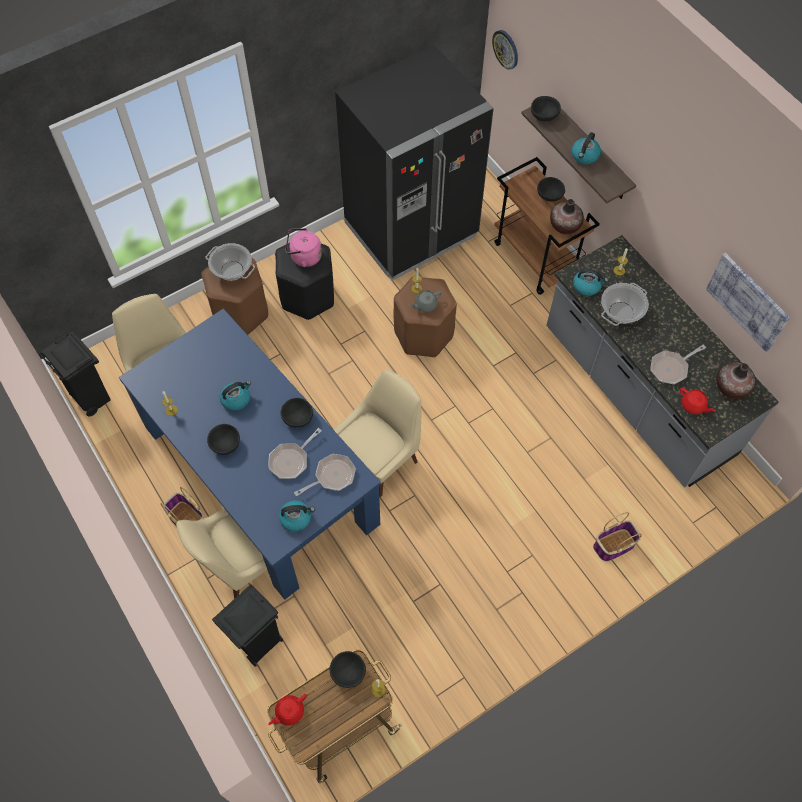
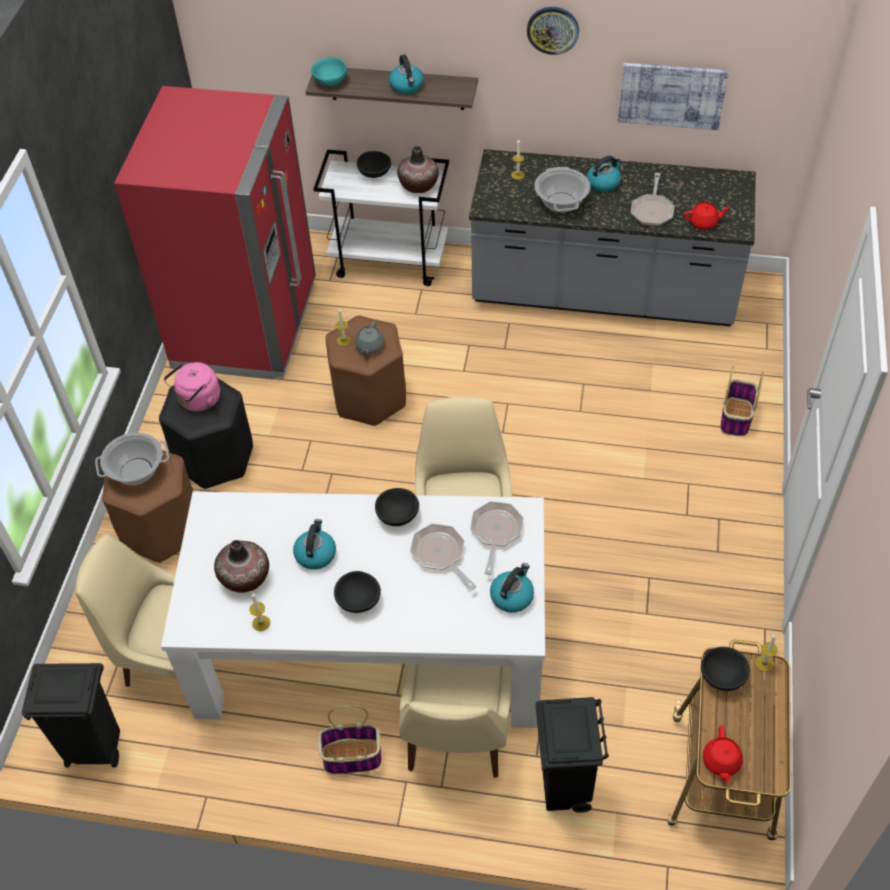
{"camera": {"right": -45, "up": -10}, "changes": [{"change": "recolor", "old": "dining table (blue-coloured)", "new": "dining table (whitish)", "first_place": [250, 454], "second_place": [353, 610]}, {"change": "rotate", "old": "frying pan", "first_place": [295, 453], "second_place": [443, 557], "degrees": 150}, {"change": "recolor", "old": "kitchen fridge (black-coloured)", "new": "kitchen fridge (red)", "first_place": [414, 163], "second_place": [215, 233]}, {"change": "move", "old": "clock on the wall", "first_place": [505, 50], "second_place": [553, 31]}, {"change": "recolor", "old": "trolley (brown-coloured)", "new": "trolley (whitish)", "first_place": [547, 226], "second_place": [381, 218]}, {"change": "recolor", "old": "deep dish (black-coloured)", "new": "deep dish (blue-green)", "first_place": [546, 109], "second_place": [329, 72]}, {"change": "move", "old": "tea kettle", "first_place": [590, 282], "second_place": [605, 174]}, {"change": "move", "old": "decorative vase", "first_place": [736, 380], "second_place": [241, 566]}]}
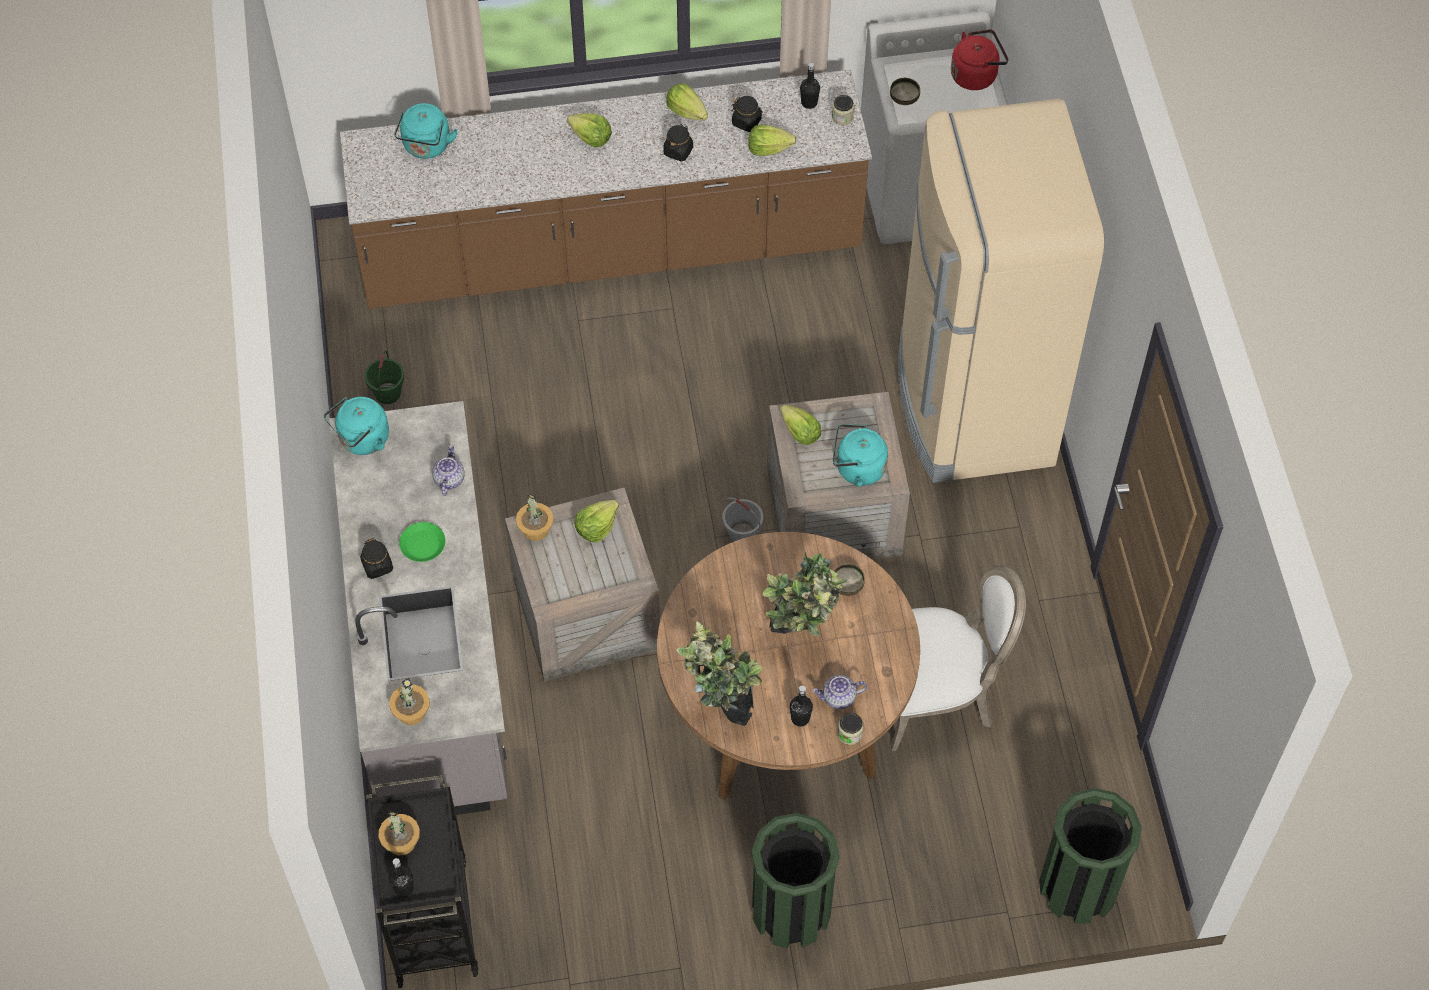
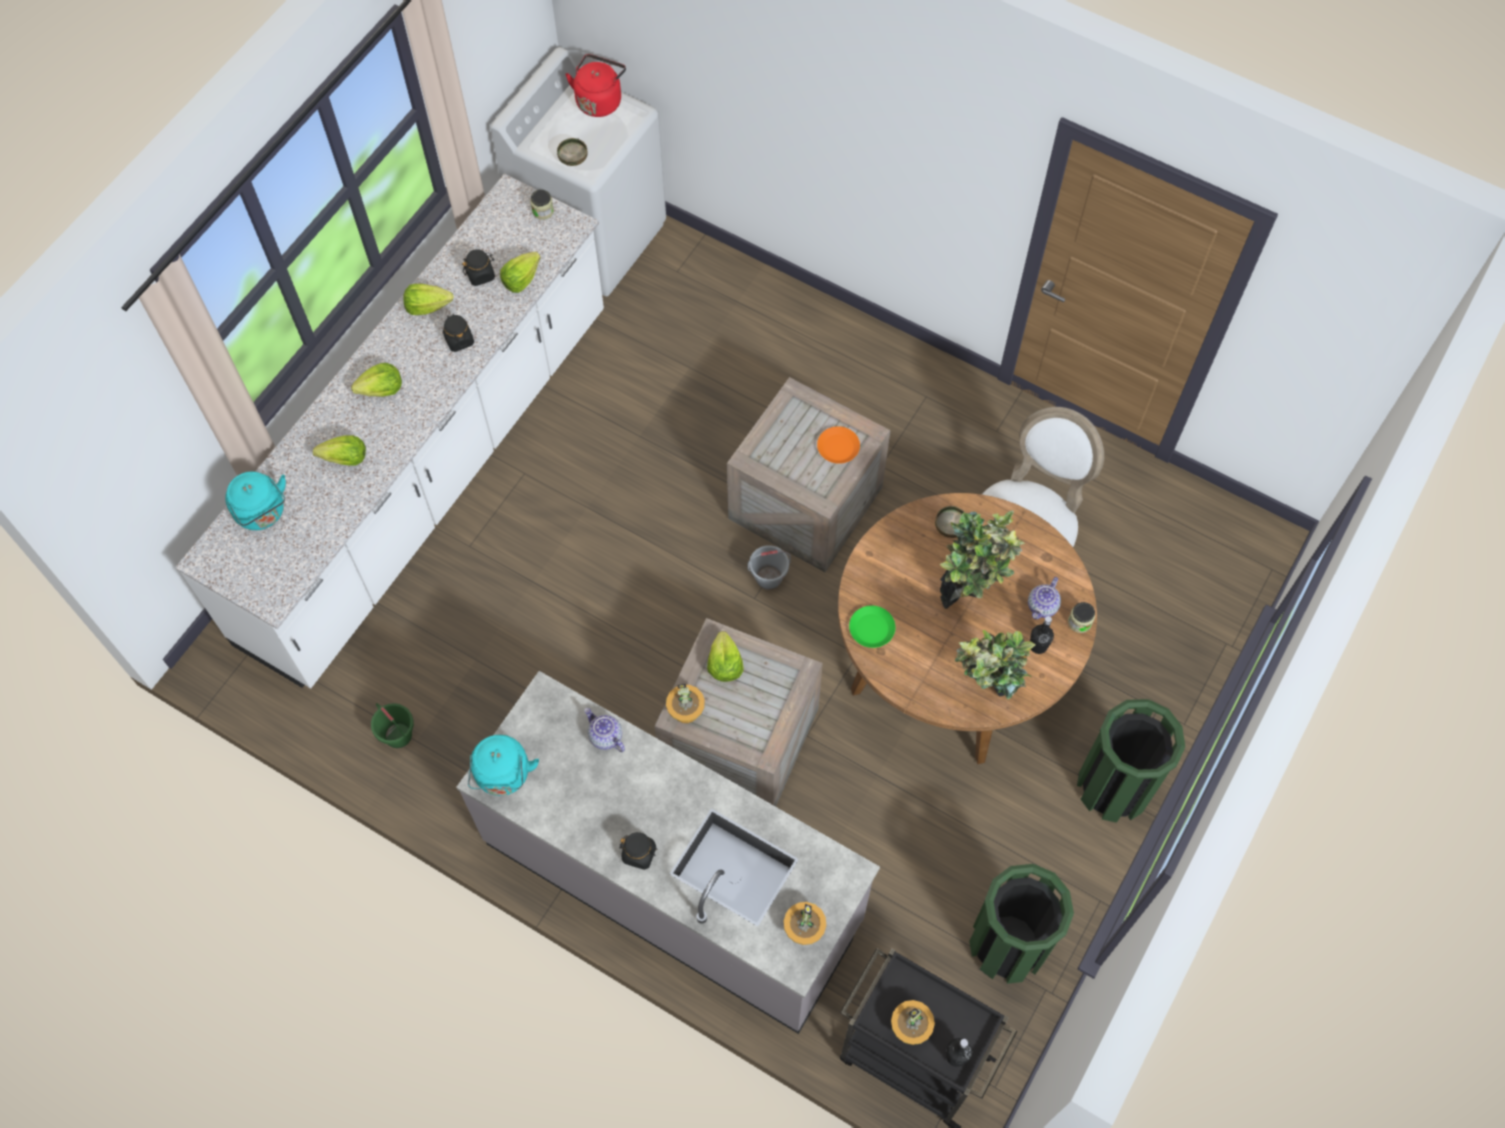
{"camera": {"right": -50, "up": 5}, "changes": [{"change": "recolor", "old": "kitchen base unit (brown-coloured)", "new": "kitchen base unit (whitish)", "first_place": [606, 189], "second_place": [389, 431]}, {"change": "move", "old": "dinner plate (greenish)", "first_place": [422, 542], "second_place": [872, 627]}, {"change": "move", "old": "lettuce head", "first_place": [800, 425], "second_place": [339, 450]}, {"change": "delete", "old": "bottle (black-coloured)", "first_place": [810, 85]}, {"change": "replace", "old": "tea kettle (blue-green)", "new": "dinner plate (orangey)", "first_place": [860, 455], "second_place": [838, 445]}, {"change": "delete", "old": "kitchen fridge (beige-coloured)", "first_place": [1001, 291]}, {"change": "move", "old": "rubbish bin (greenish)", "first_place": [1090, 856], "second_place": [1021, 924]}]}
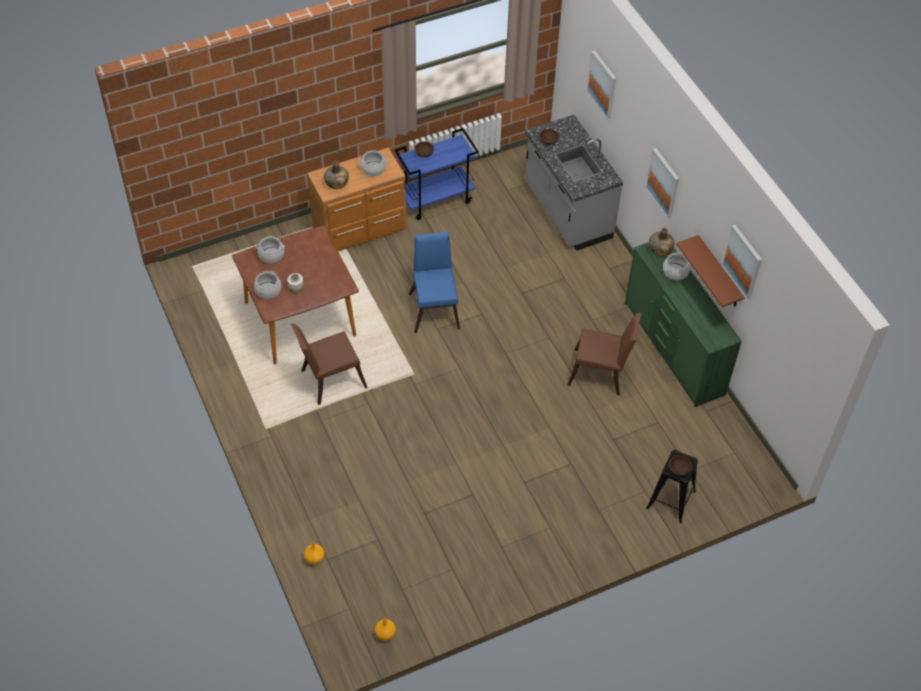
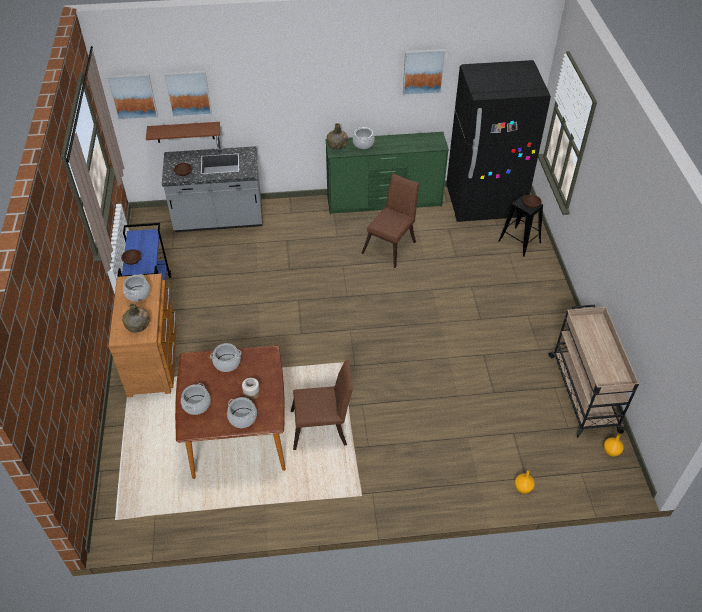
{"camera": {"right": -70, "up": -5}, "changes": [{"change": "rotate", "old": "upright chair (brown-coloured)", "first_place": [329, 364], "second_place": [322, 405], "degrees": -90}, {"change": "delete", "old": "upright chair (blue-coloured)", "first_place": [434, 282]}, {"change": "move", "old": "wall picture", "first_place": [662, 183], "second_place": [132, 97]}, {"change": "move", "old": "shelf (brown-coloured)", "first_place": [710, 271], "second_place": [183, 132]}, {"change": "insert", "new": "stockpot", "second_place": [225, 357]}, {"change": "insert", "new": "kitchen fridge (black-coloured)", "second_place": [498, 141]}, {"change": "insert", "new": "trolley (beige-coloured)", "second_place": [593, 371]}]}
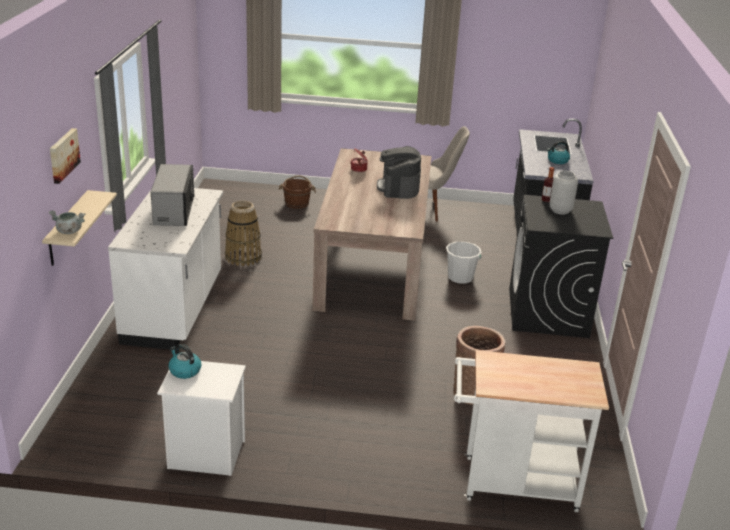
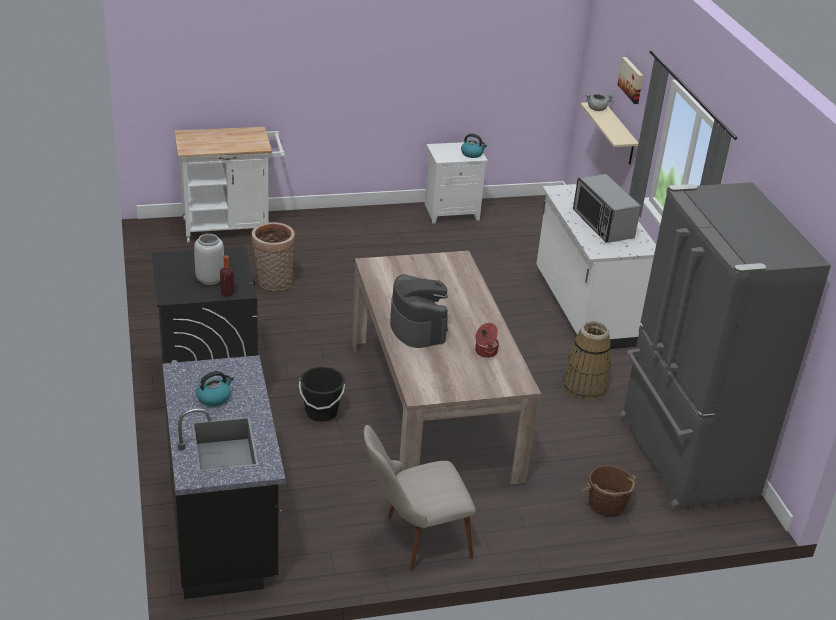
{"camera": {"right": 160, "up": 5}, "changes": [{"change": "recolor", "old": "bucket (whitish)", "new": "bucket (black-coloured)", "first_place": [464, 263], "second_place": [322, 394]}, {"change": "insert", "new": "kitchen fridge (gray)", "second_place": [725, 346]}]}
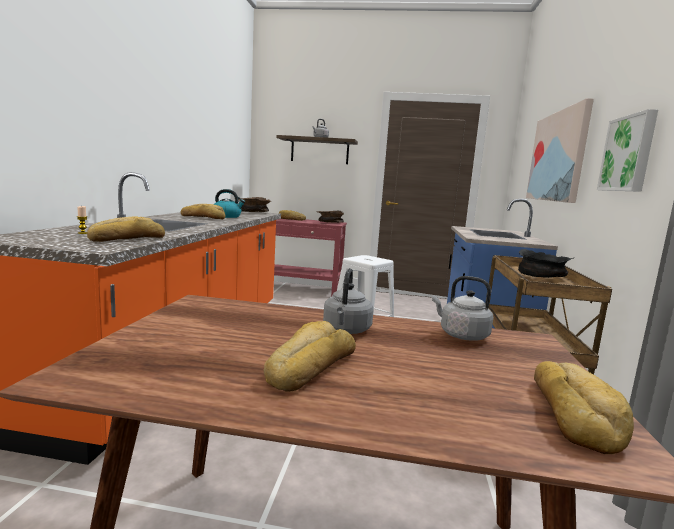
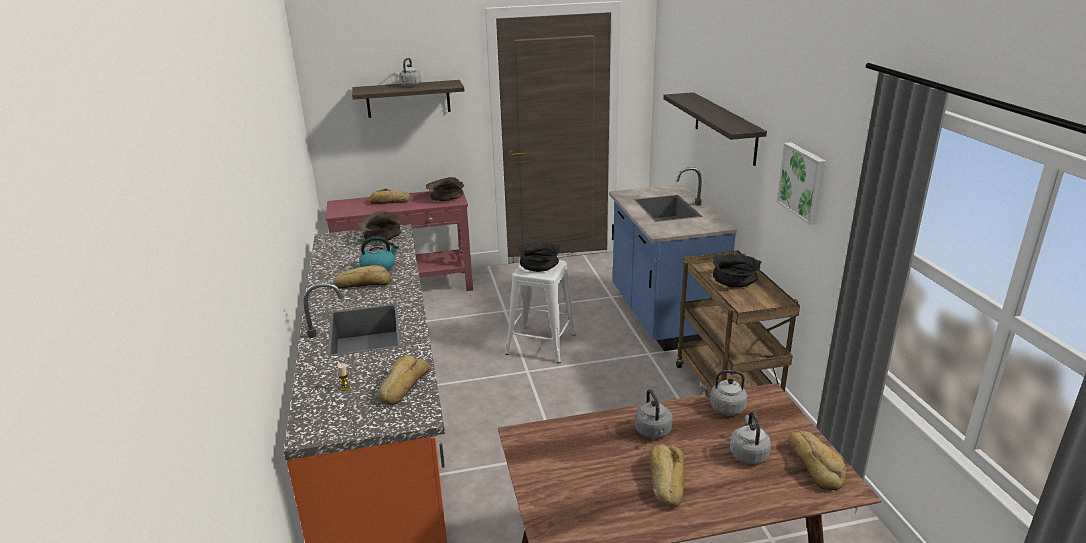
{"camera": {"right": -20, "up": 15}, "changes": [{"change": "replace", "old": "wall picture", "new": "shelf", "first_place": [560, 150], "second_place": [715, 129]}, {"change": "insert", "new": "deep dish (black-coloured)", "second_place": [539, 257]}, {"change": "insert", "new": "tea kettle (gray)", "second_place": [750, 438]}]}
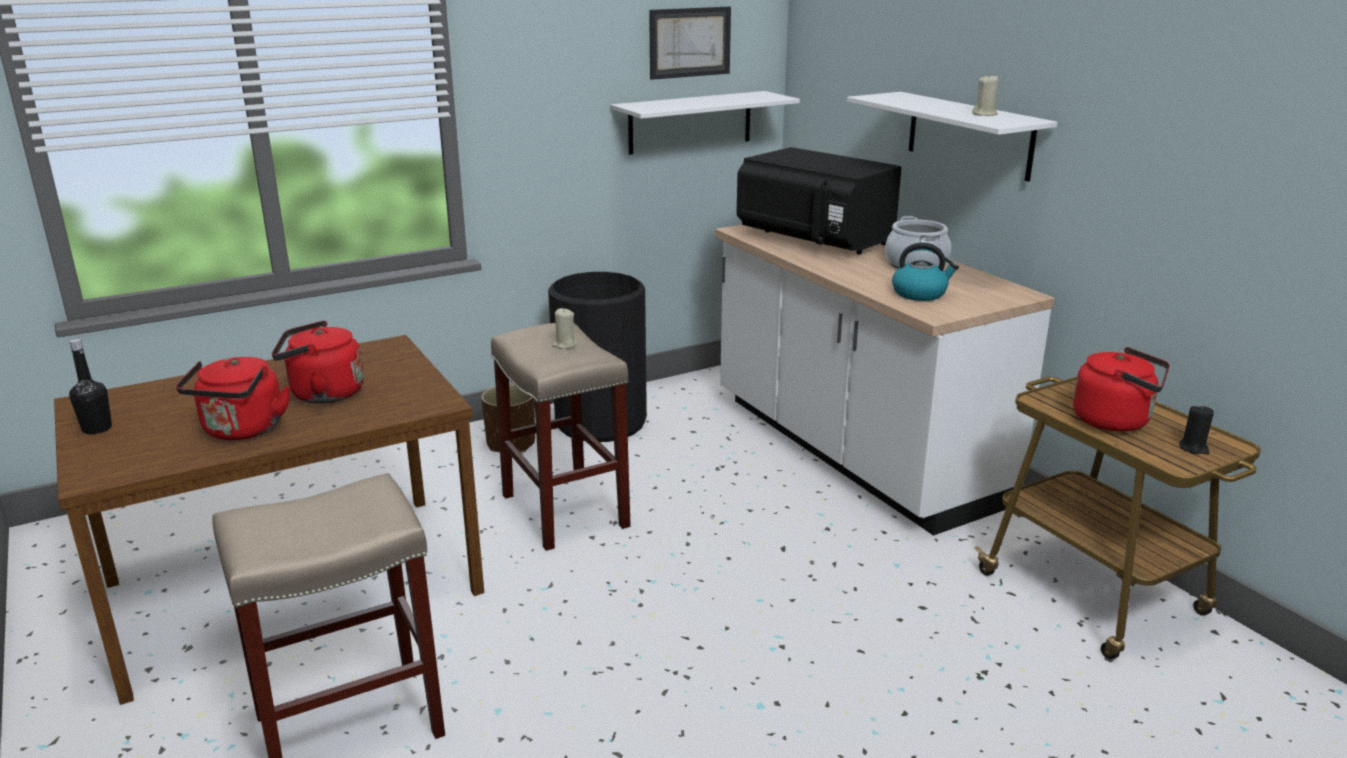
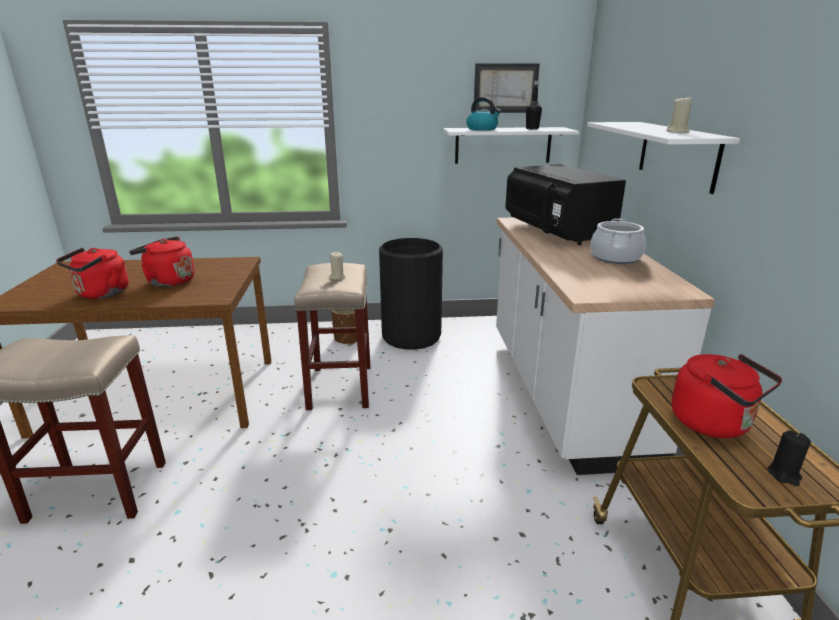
{"camera": {"right": 25, "up": 0}, "changes": [{"change": "move", "old": "bottle (black-coloured)", "first_place": [90, 386], "second_place": [534, 105]}, {"change": "move", "old": "tea kettle", "first_place": [925, 272], "second_place": [483, 114]}]}
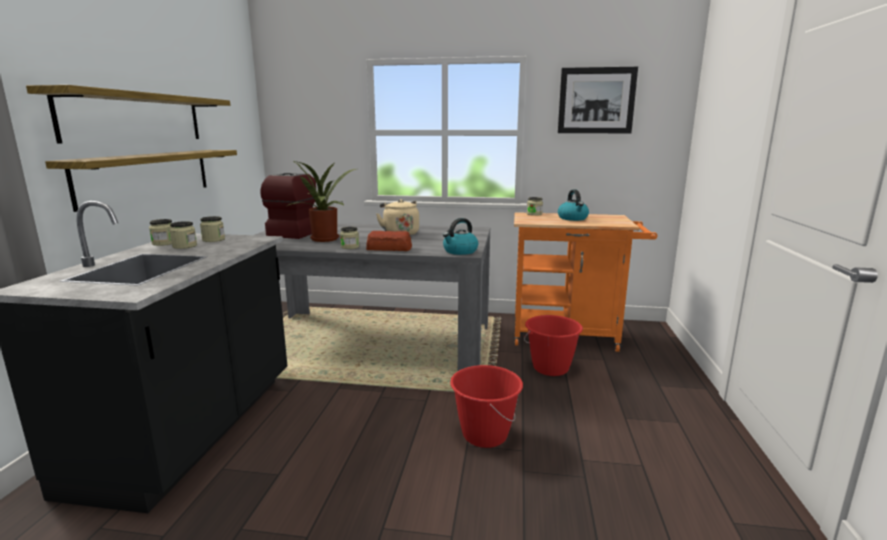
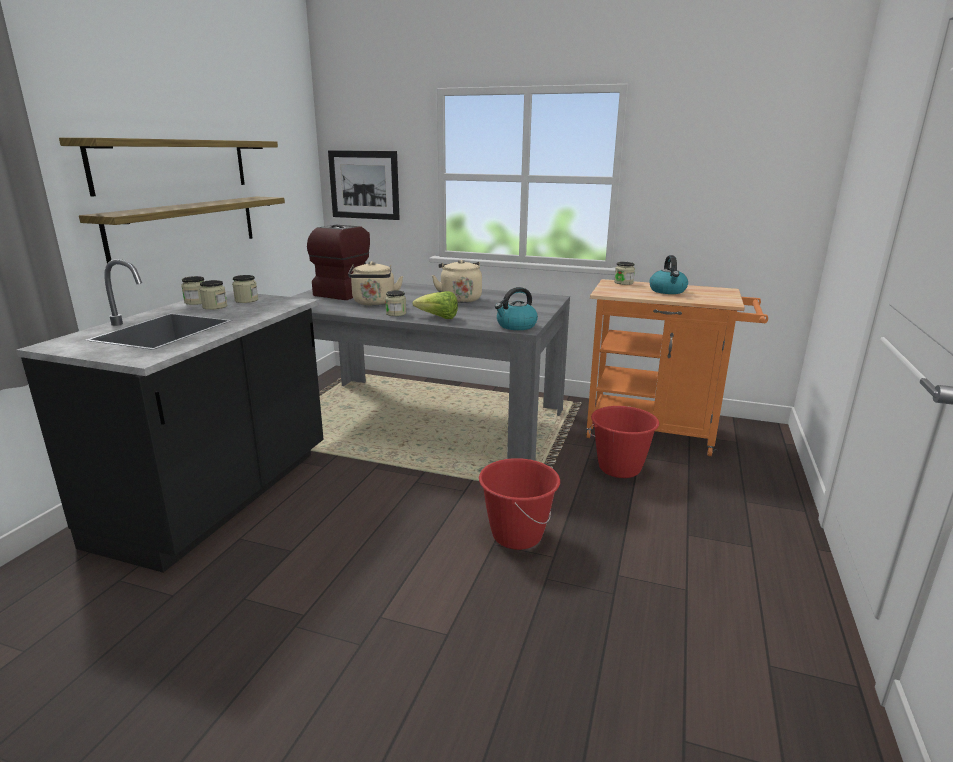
{"camera": {"right": 10, "up": 5}, "changes": [{"change": "replace", "old": "potted plant", "new": "tea kettle (beige-coloured)", "first_place": [321, 201], "second_place": [375, 283]}, {"change": "replace", "old": "bakery bread", "new": "lettuce head", "first_place": [389, 241], "second_place": [435, 305]}, {"change": "move", "old": "wall picture", "first_place": [598, 100], "second_place": [364, 185]}]}
